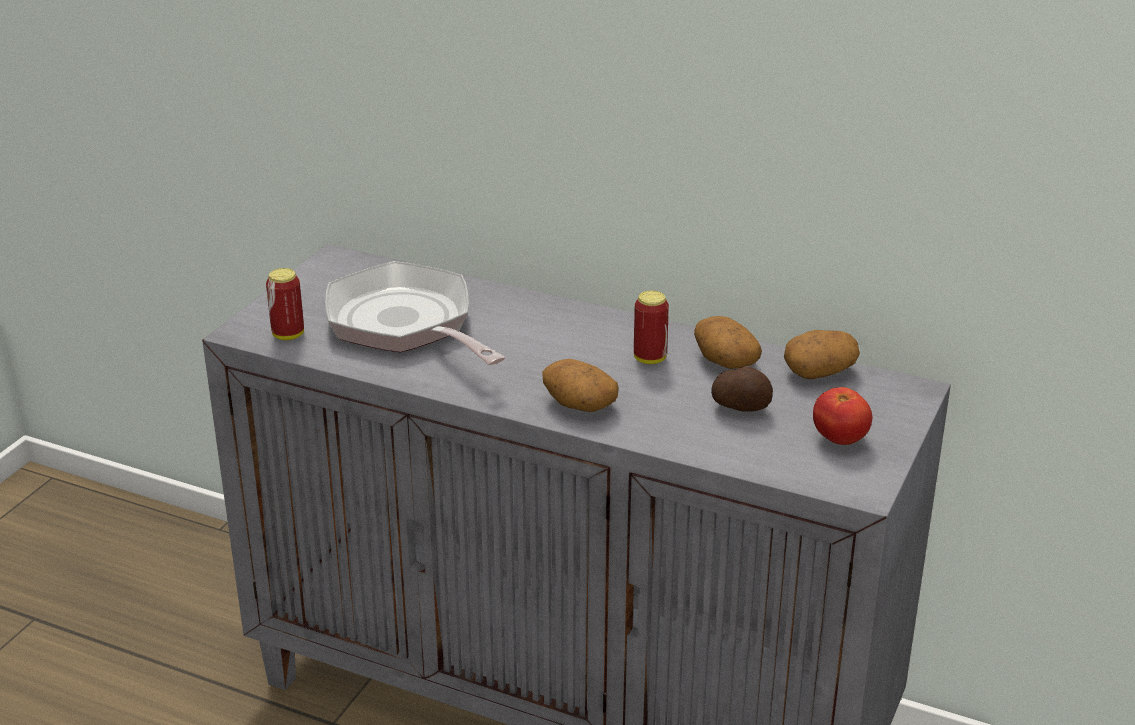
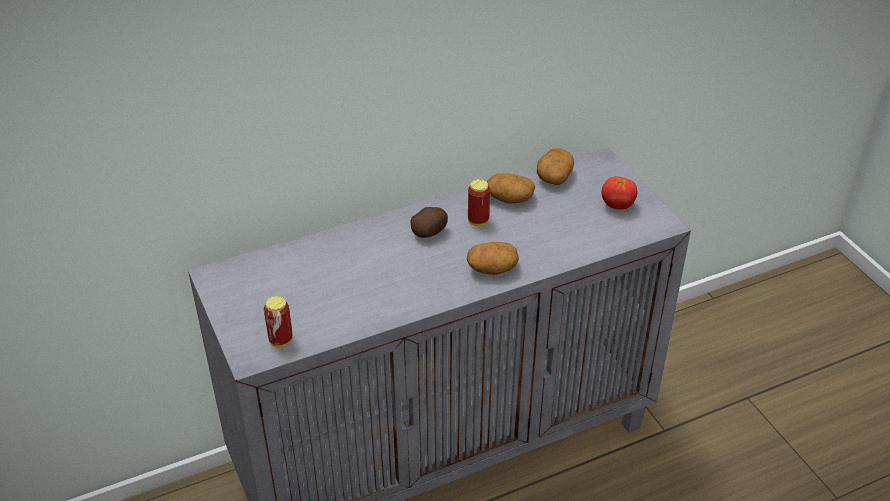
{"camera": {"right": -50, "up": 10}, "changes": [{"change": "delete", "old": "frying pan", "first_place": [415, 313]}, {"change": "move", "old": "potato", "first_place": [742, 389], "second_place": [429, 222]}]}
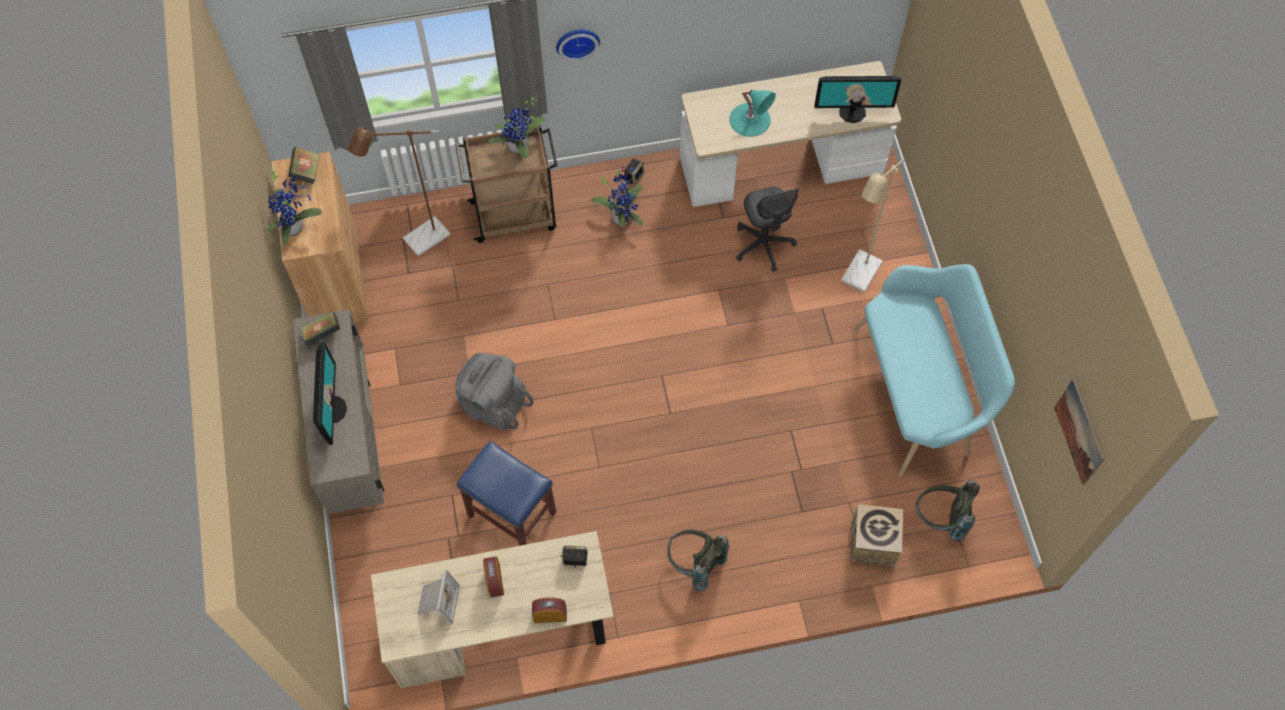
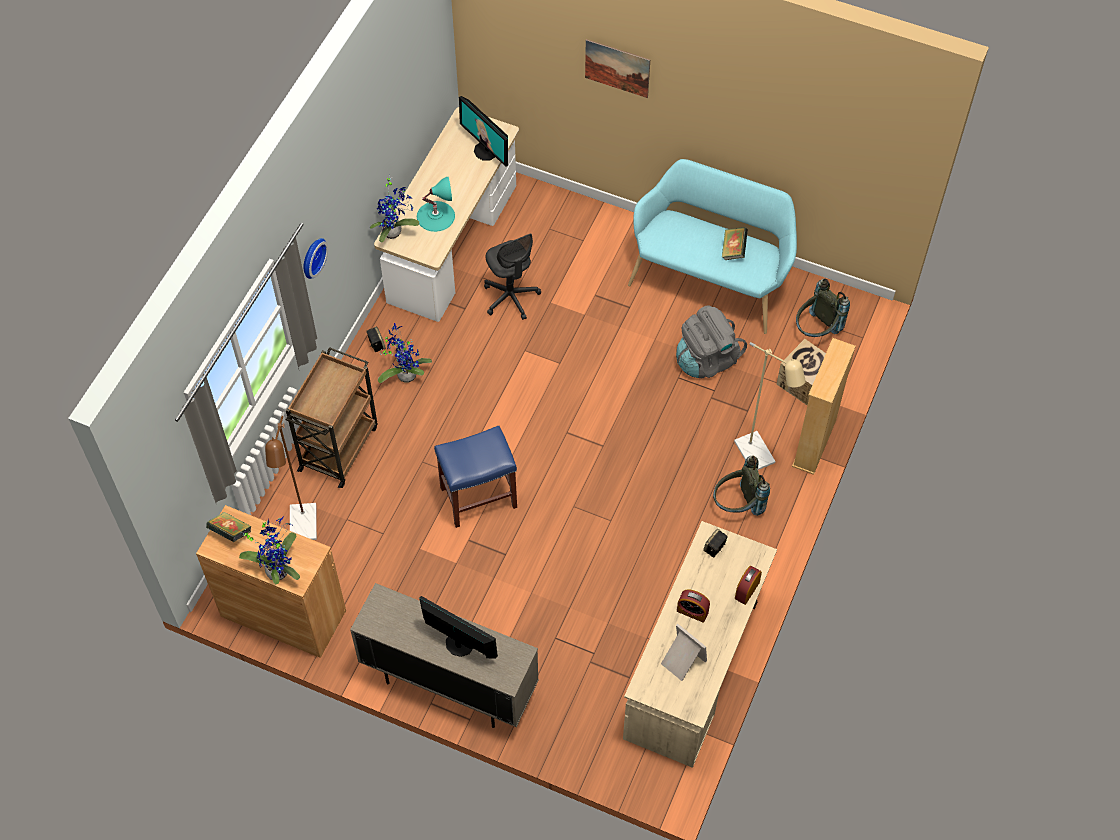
{"camera": {"right": -55, "up": -5}, "changes": [{"change": "move", "old": "bound book", "first_place": [320, 329], "second_place": [735, 243]}, {"change": "move", "old": "backpack (gray)", "first_place": [494, 392], "second_place": [711, 341]}, {"change": "move", "old": "sitting stool (blue-coloured)", "first_place": [506, 493], "second_place": [475, 477]}, {"change": "move", "old": "potted plant", "first_place": [517, 127], "second_place": [394, 208]}, {"change": "rotate", "old": "computer chair (gray)", "first_place": [767, 229], "second_place": [512, 277], "degrees": 45}, {"change": "rotate", "old": "monitor", "first_place": [857, 99], "second_place": [483, 131], "degrees": 105}, {"change": "move", "old": "floor lamp (beige-coloured)", "first_place": [872, 225], "second_place": [770, 406]}, {"change": "move", "old": "wall picture", "first_place": [1079, 432], "second_place": [617, 68]}, {"change": "insert", "new": "shelving unit (beige-coloured)", "second_place": [824, 406]}]}
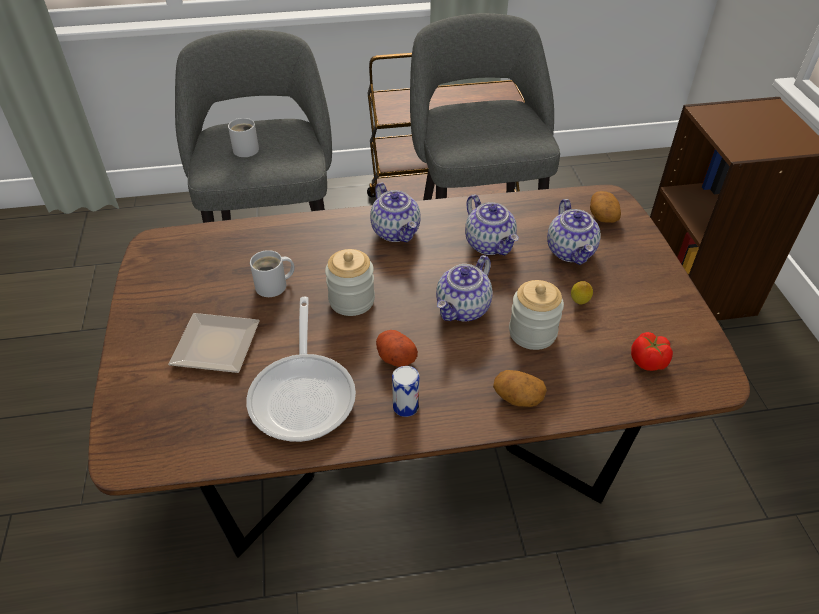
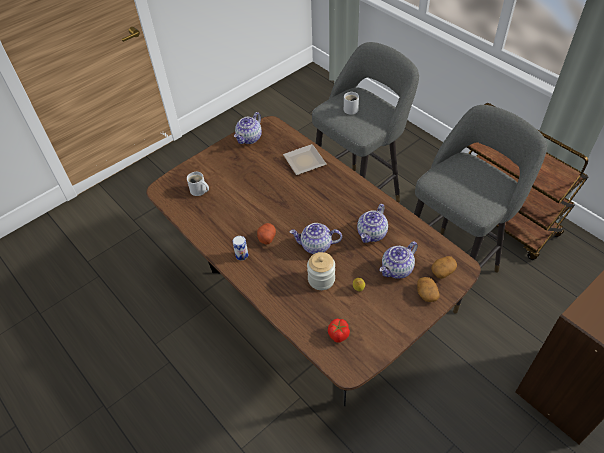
{"camera": {"right": 60, "up": 5}, "changes": [{"change": "move", "old": "dinner plate", "first_place": [214, 343], "second_place": [305, 159]}, {"change": "delete", "old": "frying pan", "first_place": [301, 369]}, {"change": "move", "old": "tea mug (whitish)", "first_place": [272, 273], "second_place": [198, 184]}, {"change": "delete", "old": "preserve jar", "first_place": [350, 282]}, {"change": "move", "old": "pot for tea", "first_place": [395, 212], "second_place": [248, 128]}, {"change": "move", "old": "potato", "first_place": [520, 388], "second_place": [428, 289]}]}
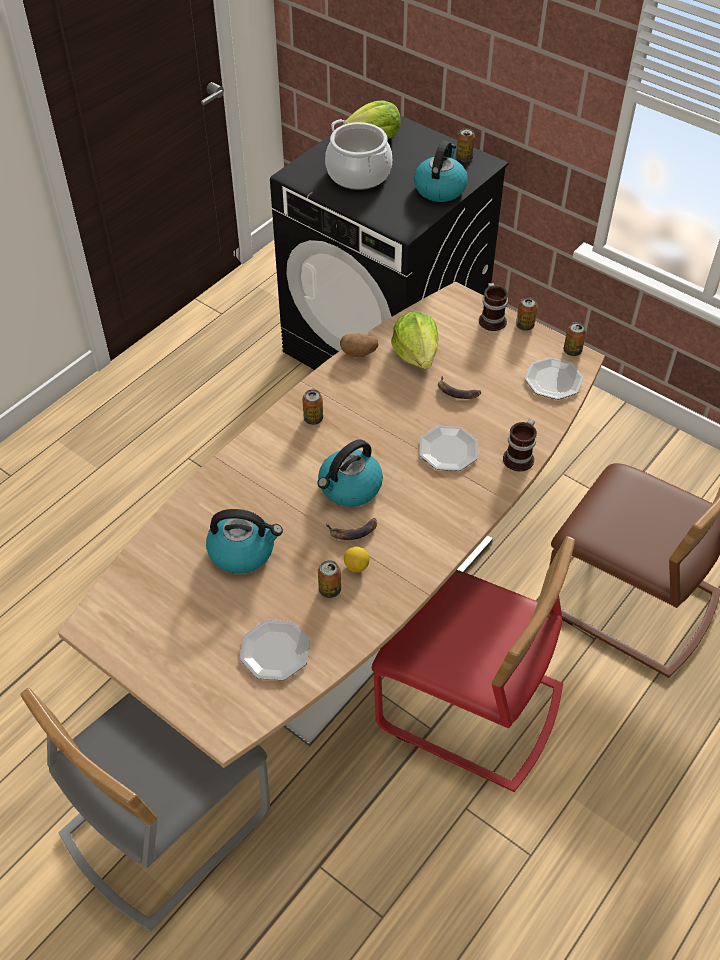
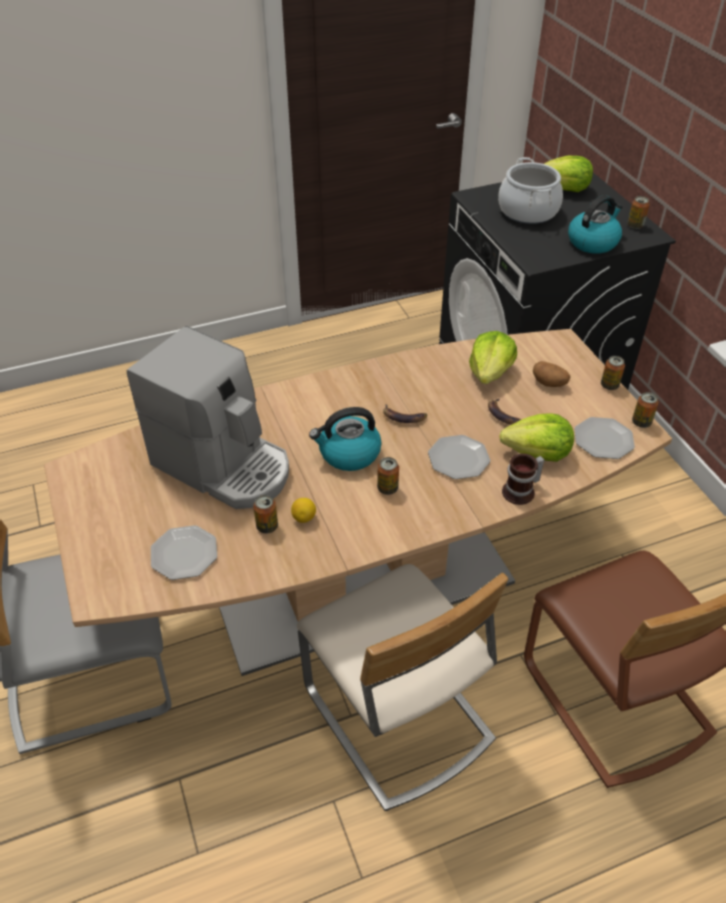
{"camera": {"right": 30, "up": -5}, "changes": [{"change": "replace", "old": "tea kettle", "new": "coffee brewer", "first_place": [244, 541], "second_place": [208, 417]}, {"change": "move", "old": "can", "first_place": [313, 407], "second_place": [388, 476]}, {"change": "move", "old": "banana fruit", "first_place": [351, 529], "second_place": [405, 413]}, {"change": "move", "old": "potato", "first_place": [359, 345], "second_place": [552, 374]}, {"change": "recolor", "old": "upright chair (red)", "new": "upright chair (beige-coloured)", "first_place": [473, 664], "second_place": [402, 687]}, {"change": "delete", "old": "tea mug", "first_place": [493, 307]}, {"change": "insert", "new": "lettuce head", "second_place": [536, 437]}]}
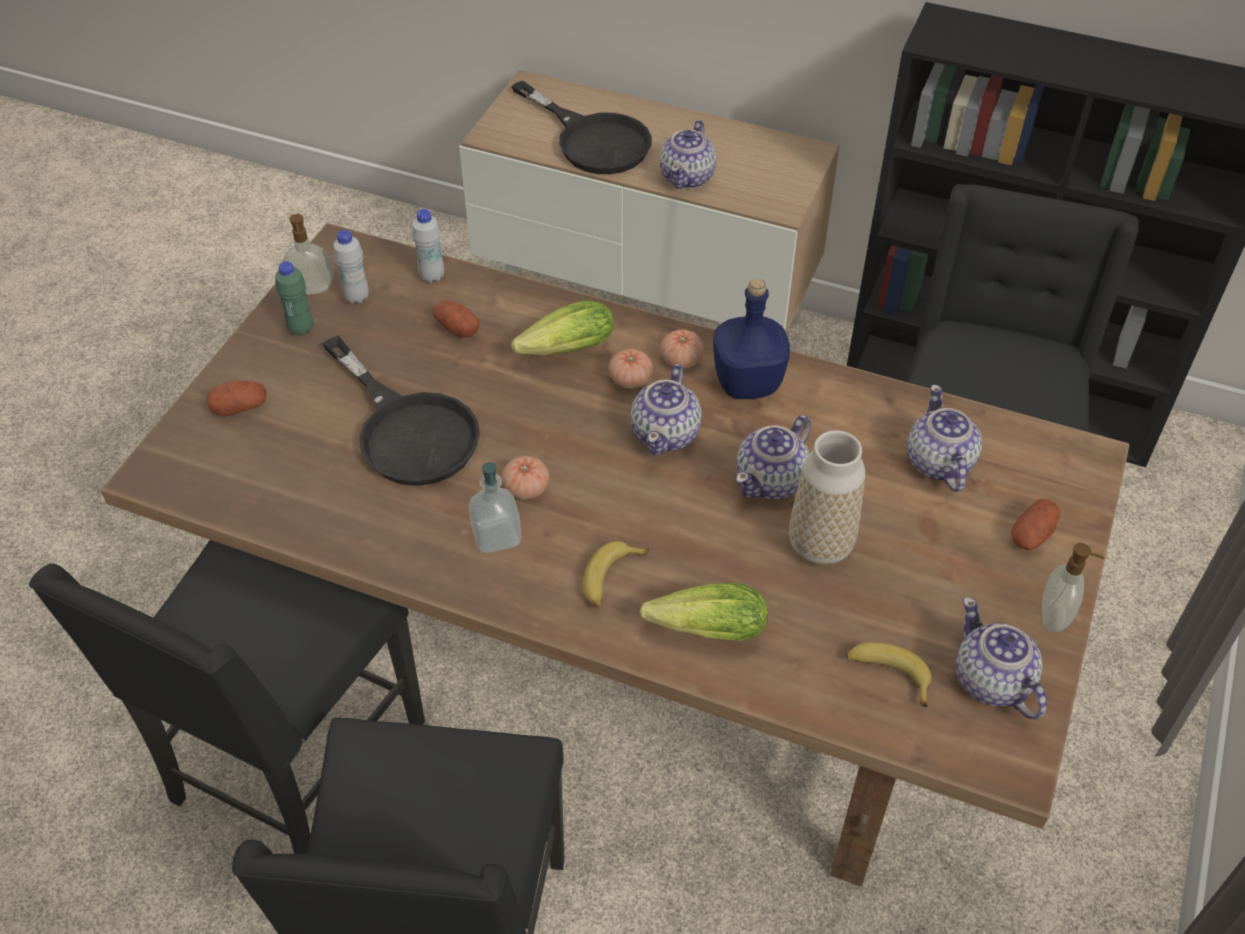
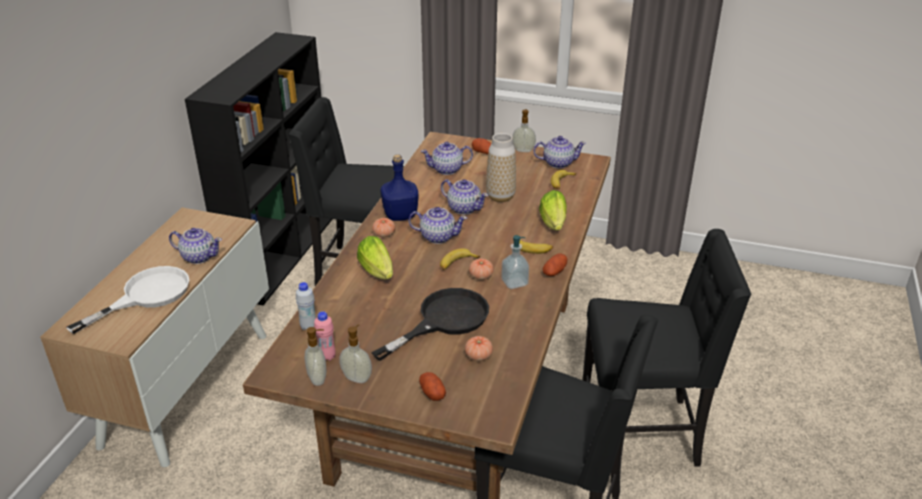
{"camera": {"right": -95, "up": -15}, "changes": [{"change": "replace", "old": "bottle (greenish)", "new": "soap dispenser", "first_place": [294, 298], "second_place": [356, 353]}, {"change": "recolor", "old": "bottle (whitish)", "new": "bottle (pinkish)", "first_place": [351, 267], "second_place": [325, 336]}, {"change": "move", "old": "potato", "first_place": [456, 319], "second_place": [555, 264]}, {"change": "recolor", "old": "frying pan (black-coloured)", "new": "frying pan (whitish)", "first_place": [581, 127], "second_place": [127, 300]}, {"change": "move", "old": "fresh tomato", "first_place": [631, 369], "second_place": [479, 348]}, {"change": "rotate", "old": "pot for tea", "first_place": [1001, 658], "second_place": [559, 152], "degrees": -150}, {"change": "insert", "new": "banana fruit", "second_place": [460, 259]}]}
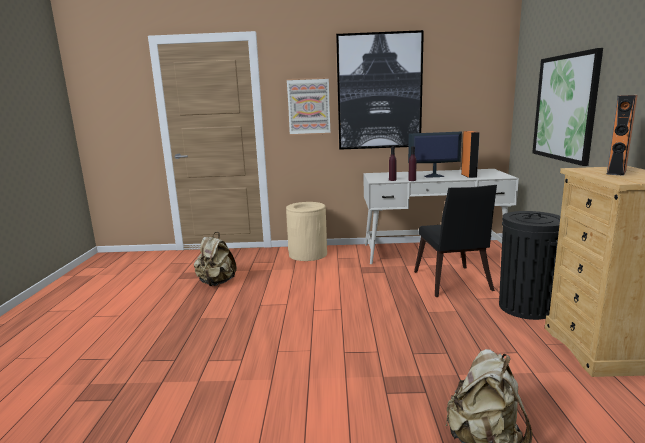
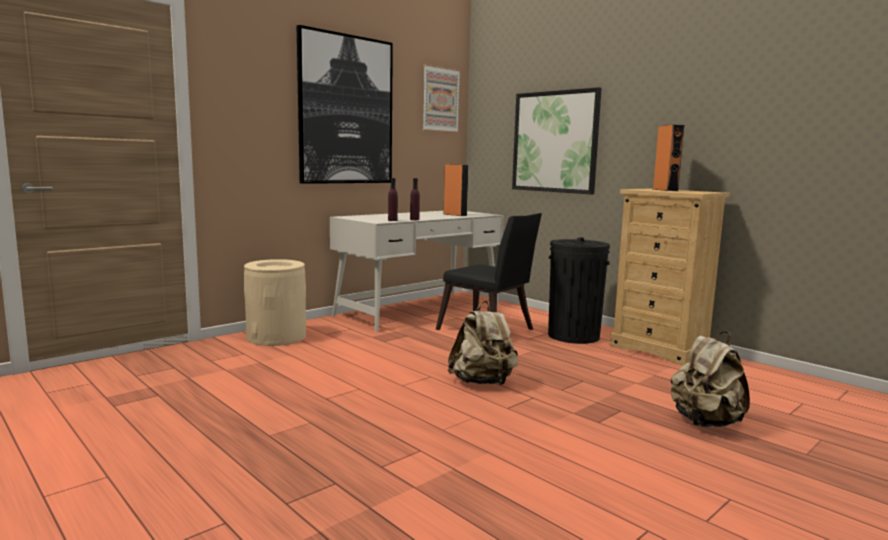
{"camera": {"right": -45, "up": -5}, "changes": [{"change": "move", "old": "backpack (beige-coloured)", "first_place": [215, 259], "second_place": [483, 343]}, {"change": "move", "old": "wall picture", "first_place": [308, 106], "second_place": [441, 98]}, {"change": "delete", "old": "monitor", "first_place": [435, 155]}]}
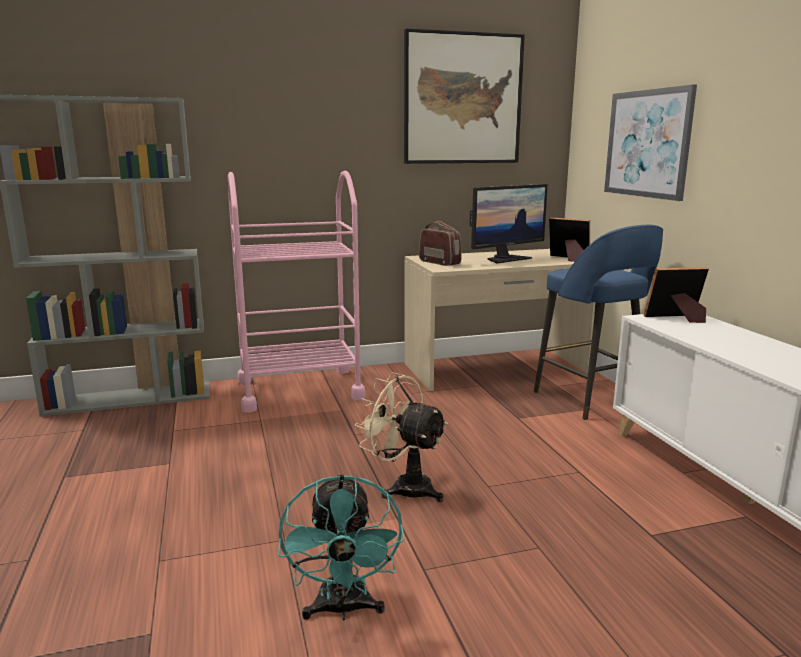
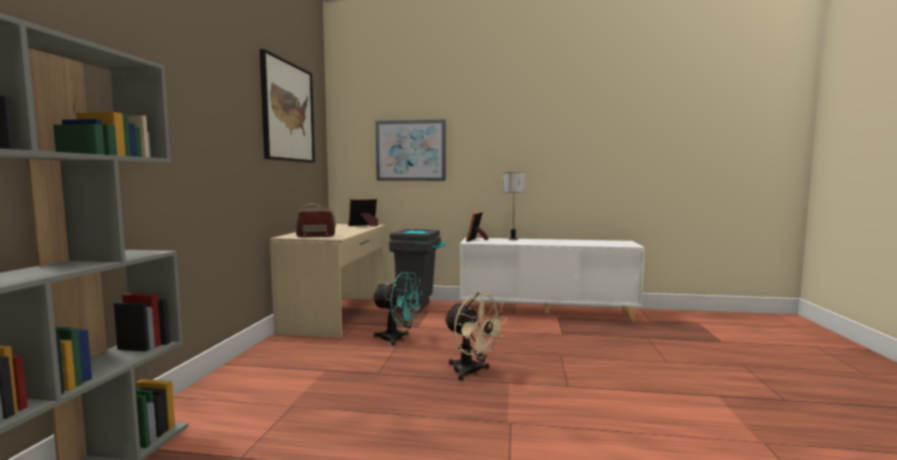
{"camera": {"right": -65, "up": -10}, "changes": [{"change": "delete", "old": "trolley (pinkish)", "first_place": [296, 291]}, {"change": "move", "old": "fan (blue-green)", "first_place": [341, 547], "second_place": [397, 309]}, {"change": "rotate", "old": "fan (beige-coloured)", "first_place": [401, 437], "second_place": [475, 336], "degrees": -105}, {"change": "delete", "old": "monitor", "first_place": [508, 223]}, {"change": "replace", "old": "sitting stool (blue-coloured)", "new": "rubbish bin (gray)", "first_place": [598, 322], "second_place": [417, 271]}, {"change": "insert", "new": "lamp for a table", "second_place": [514, 206]}]}
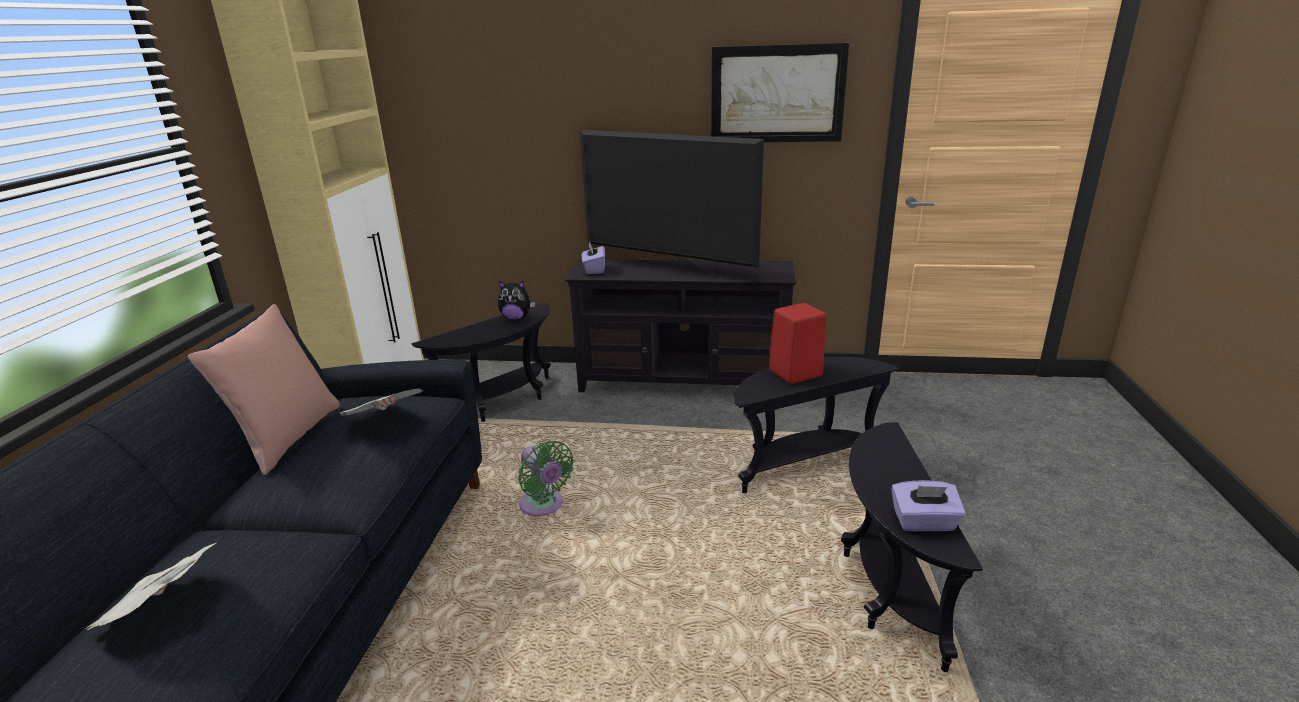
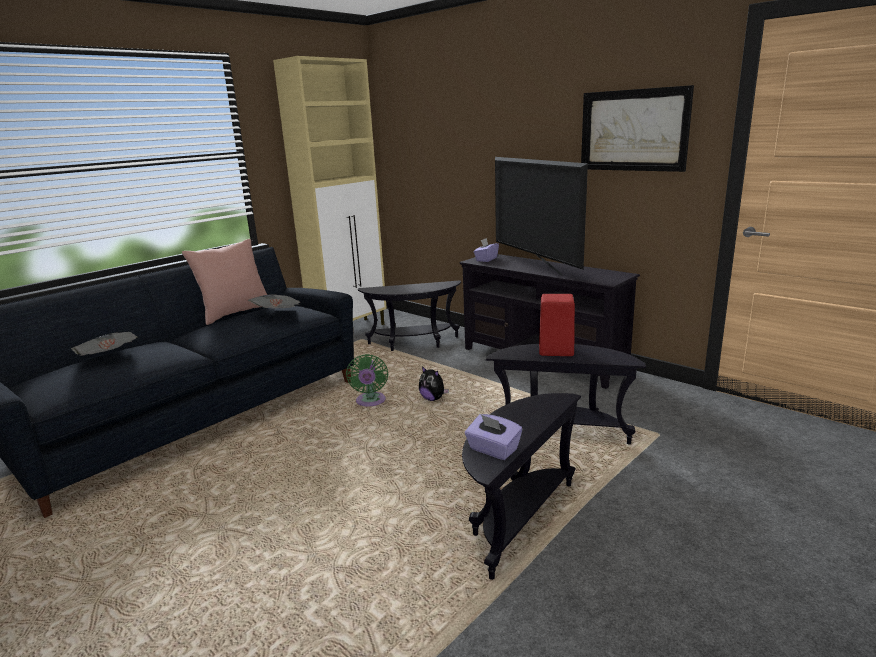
{"camera": {"right": 35, "up": -5}, "changes": [{"change": "move", "old": "cuddly toy", "first_place": [516, 300], "second_place": [434, 383]}]}
